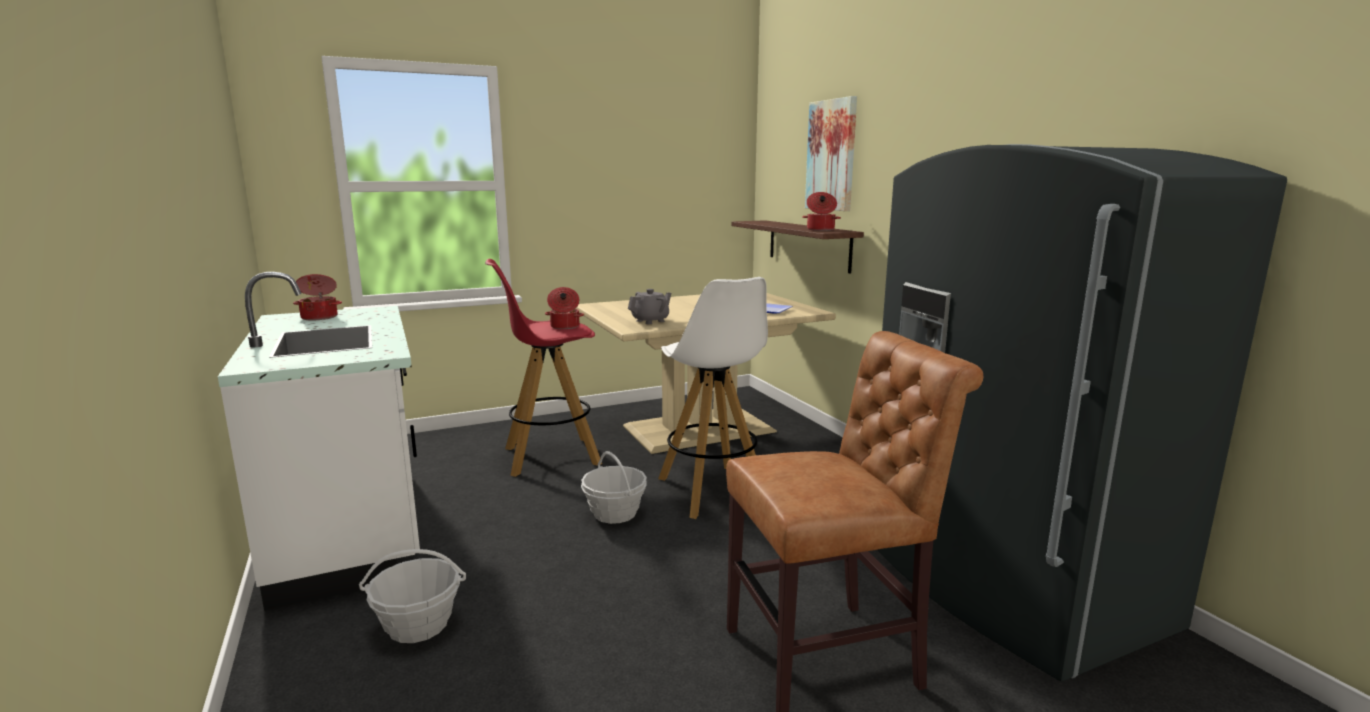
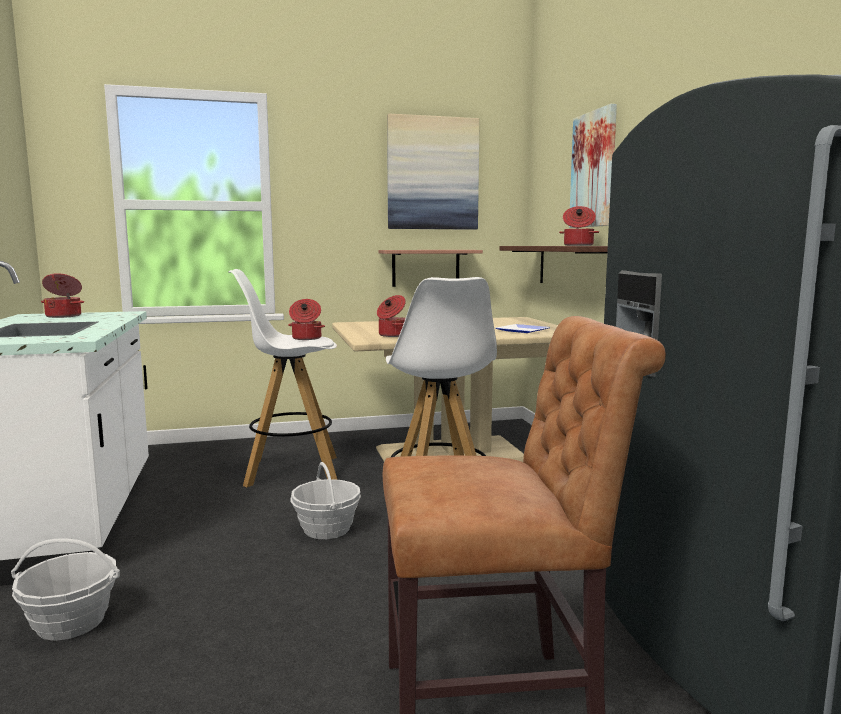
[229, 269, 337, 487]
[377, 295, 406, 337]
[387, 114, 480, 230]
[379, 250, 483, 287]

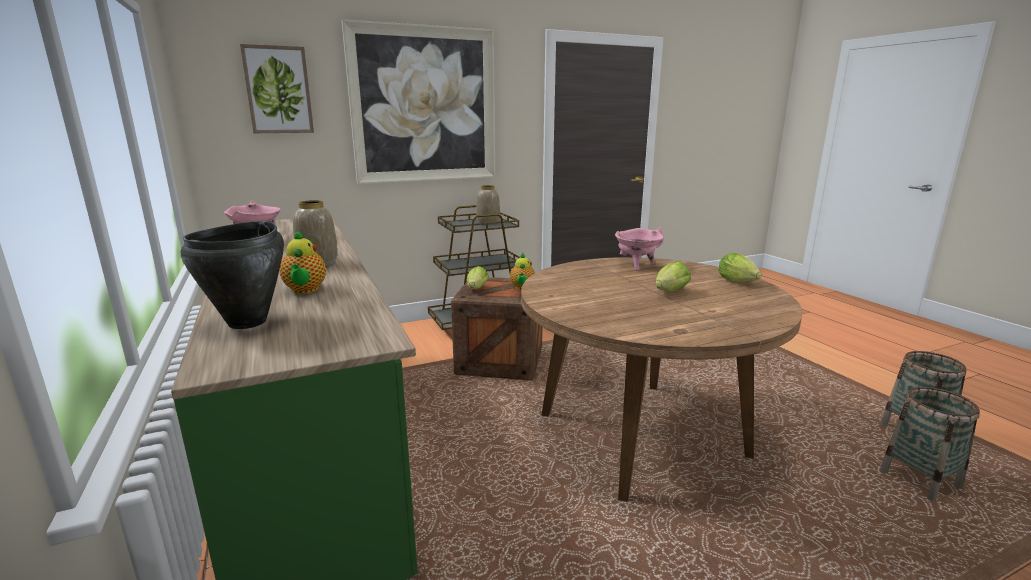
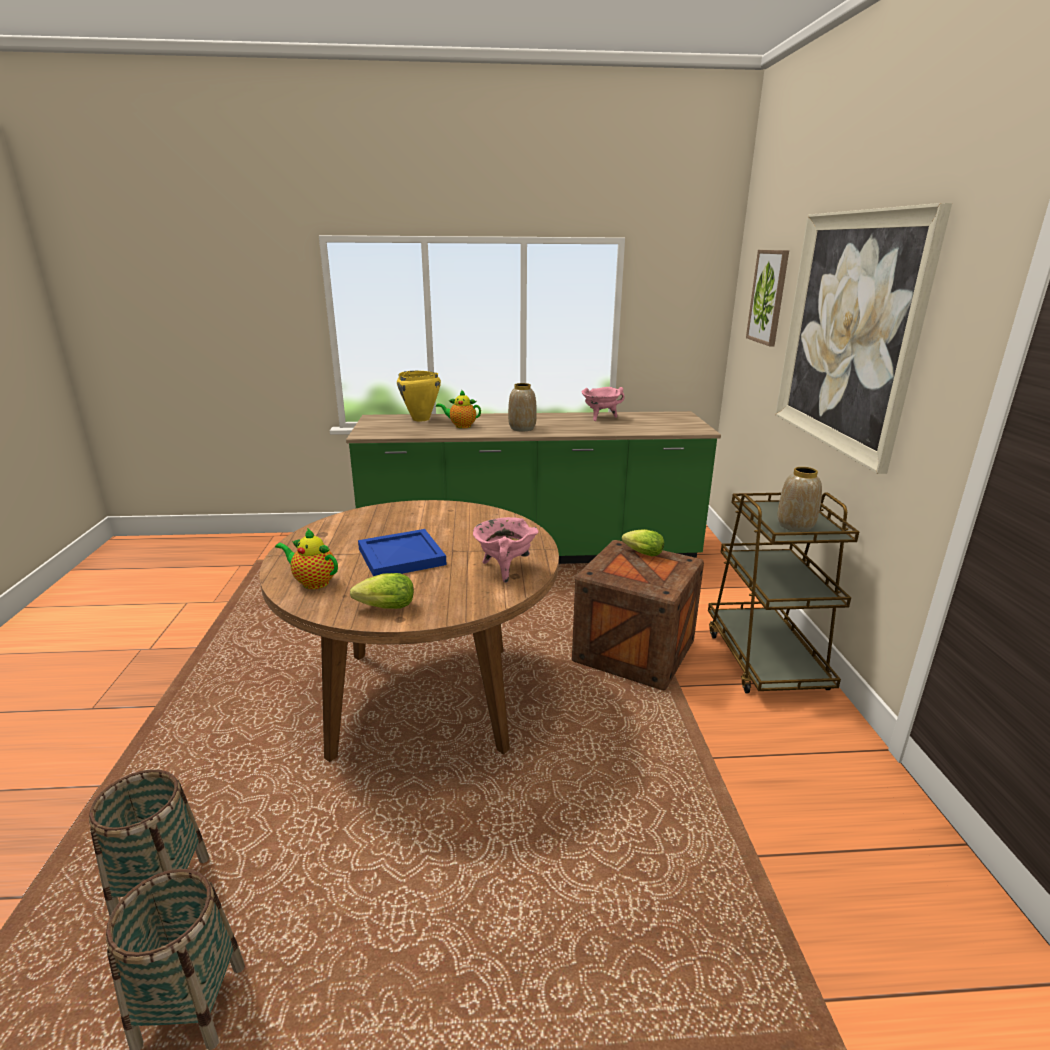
[397, 371, 441, 421]
[275, 528, 338, 589]
[358, 529, 447, 576]

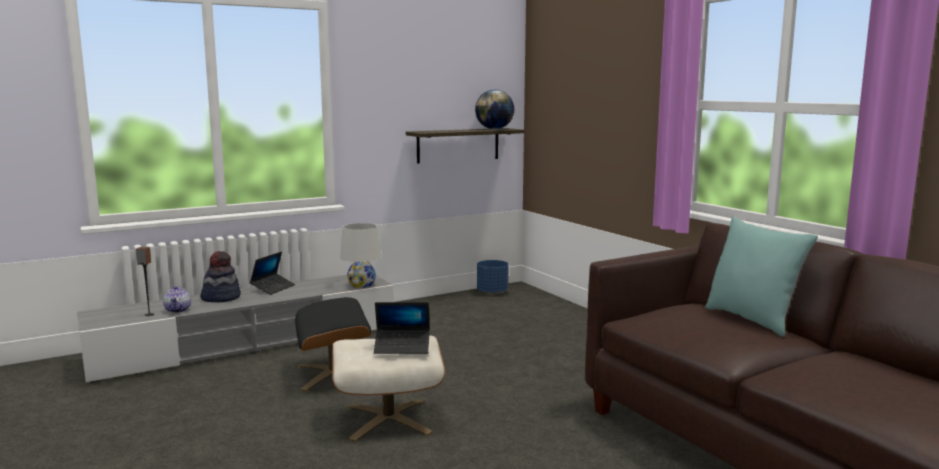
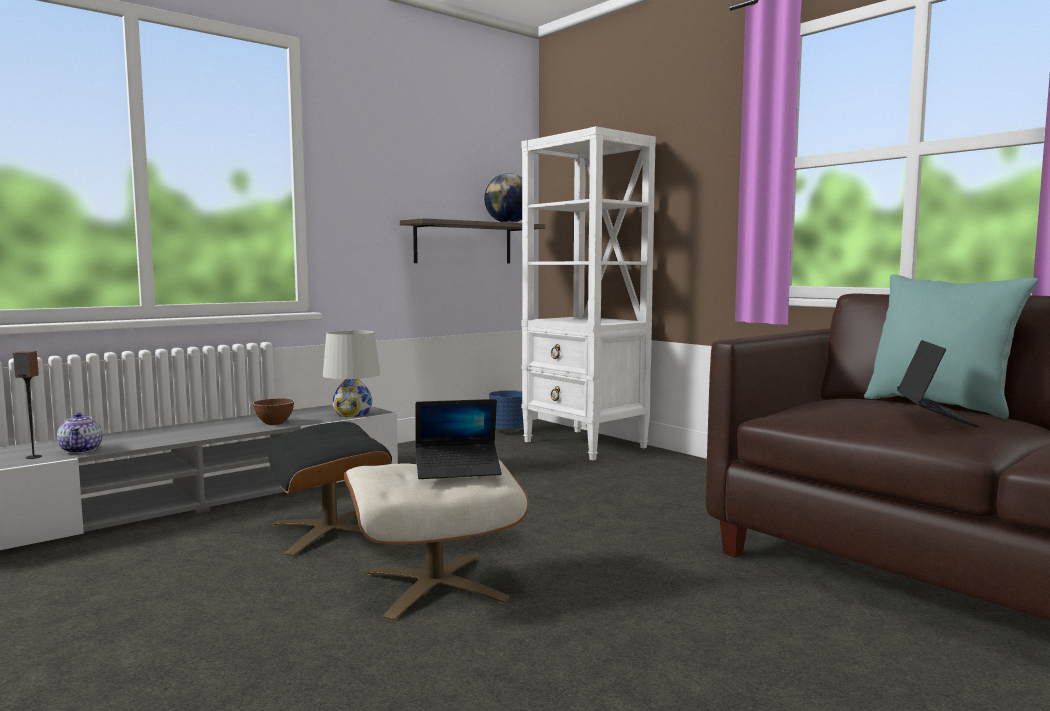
[200, 251, 241, 303] (first image)
[897, 340, 979, 427]
[522, 126, 656, 460]
[253, 398, 294, 425]

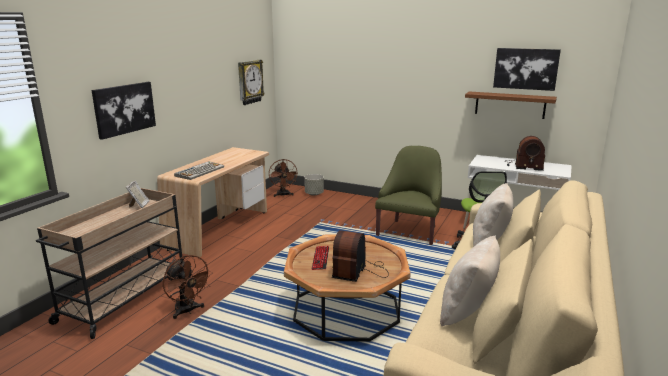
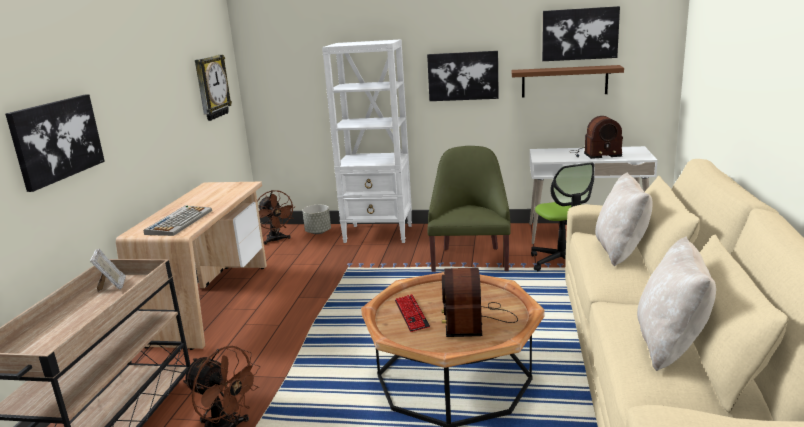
[322, 39, 412, 243]
[427, 51, 499, 101]

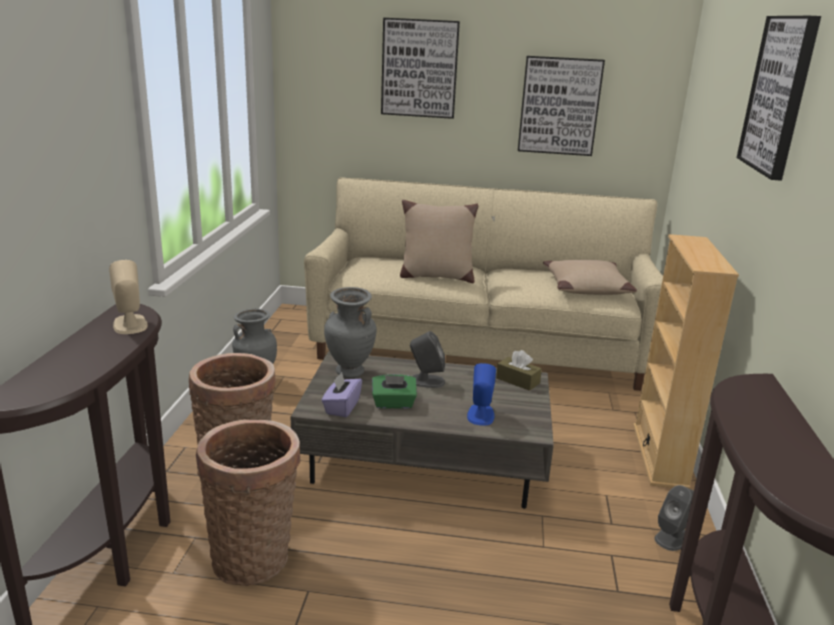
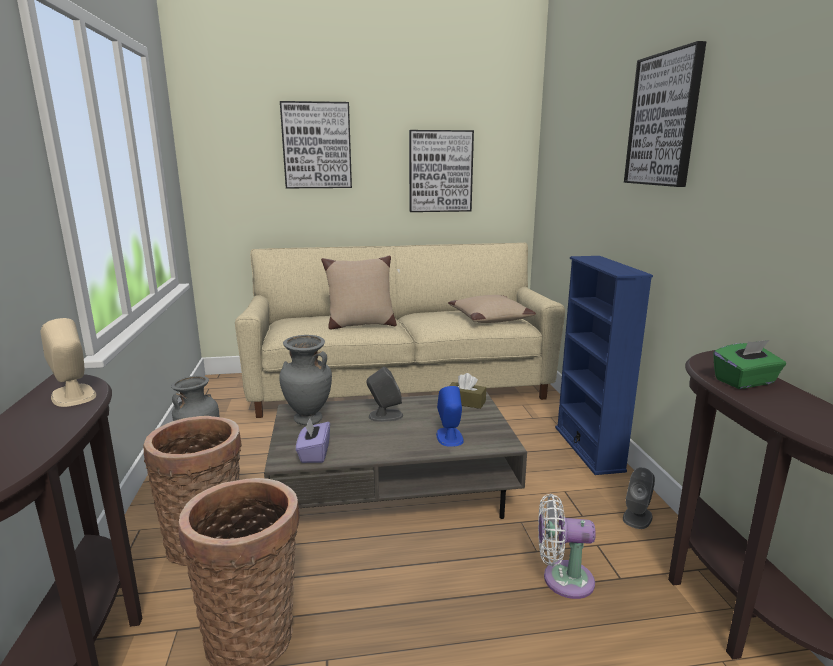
[555, 256, 653, 475]
[713, 340, 786, 389]
[538, 494, 596, 599]

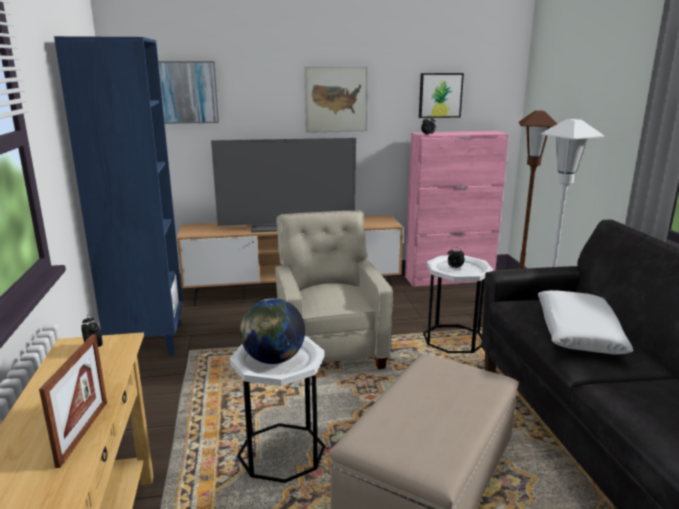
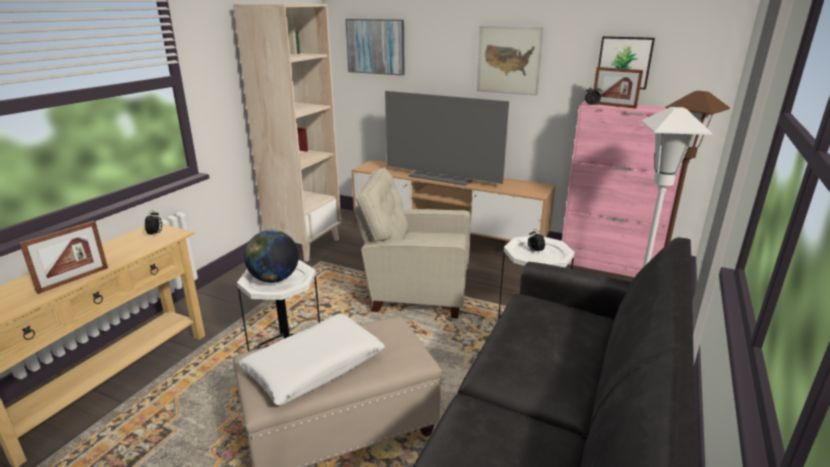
[233, 4, 341, 262]
[354, 167, 471, 318]
[239, 314, 385, 405]
[594, 67, 643, 109]

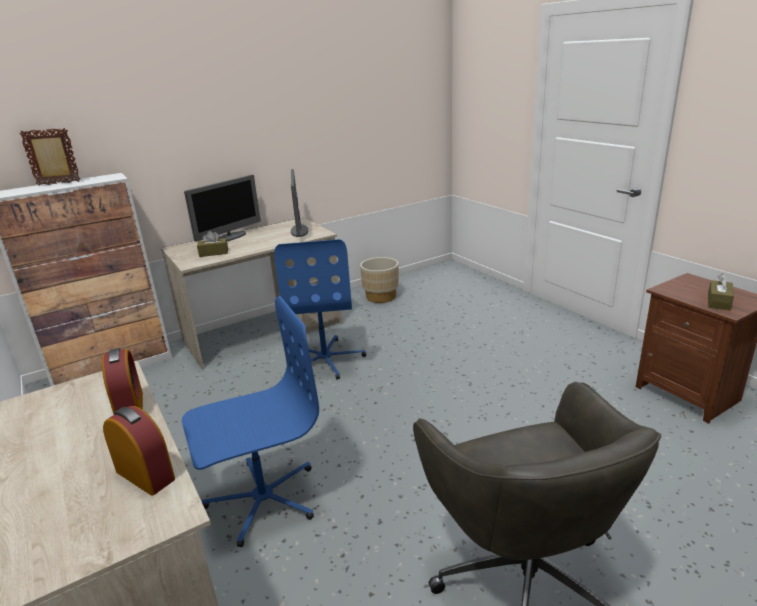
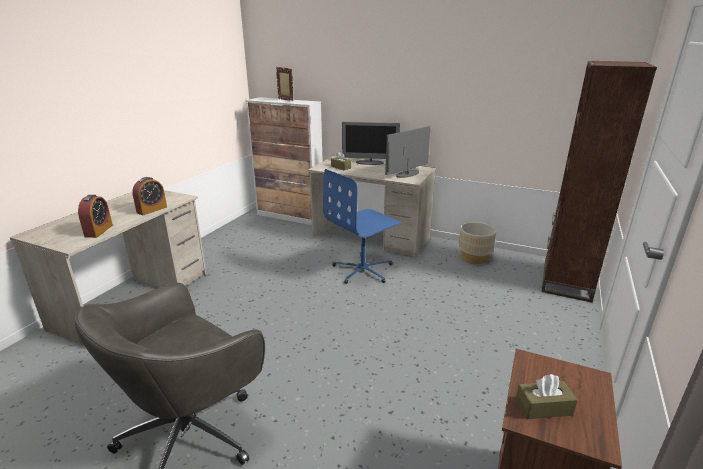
[182, 296, 319, 547] (first image)
[541, 61, 657, 302]

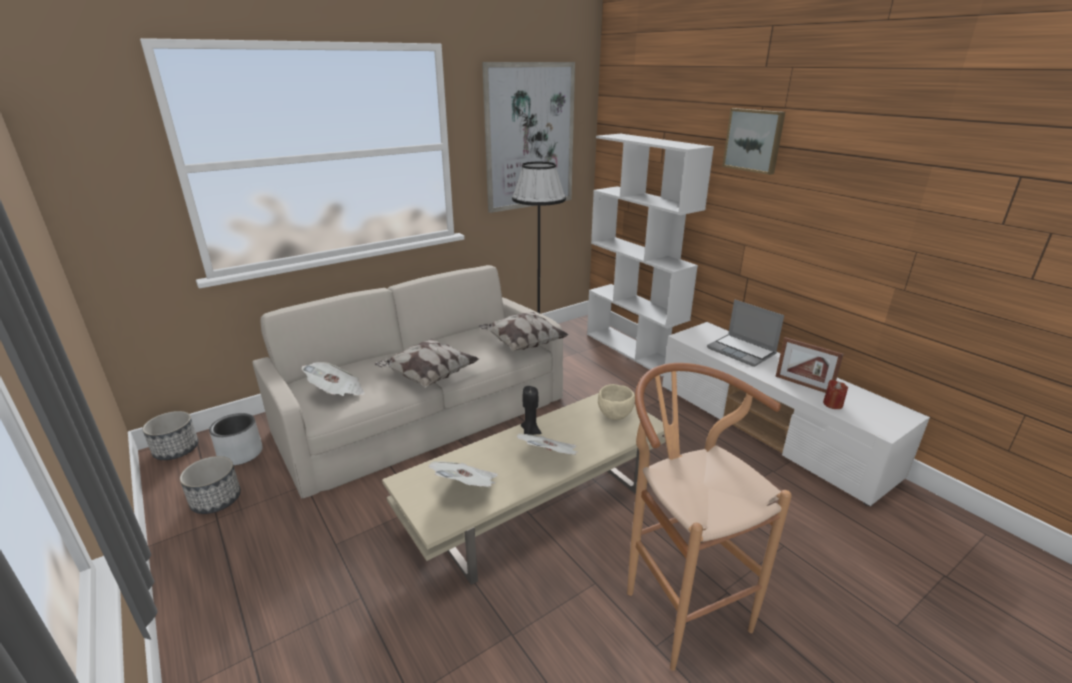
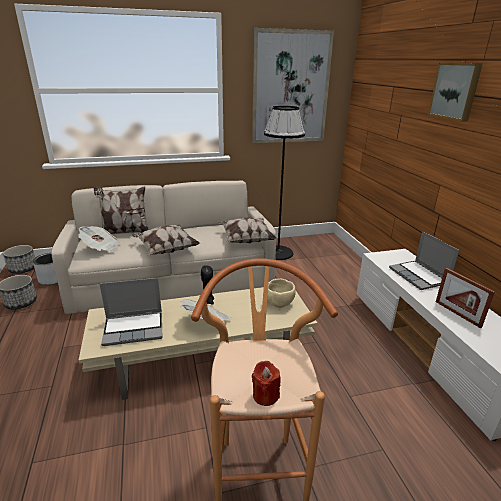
[587, 134, 714, 376] (first image)
[252, 361, 281, 406]
[100, 278, 163, 346]
[94, 186, 149, 234]

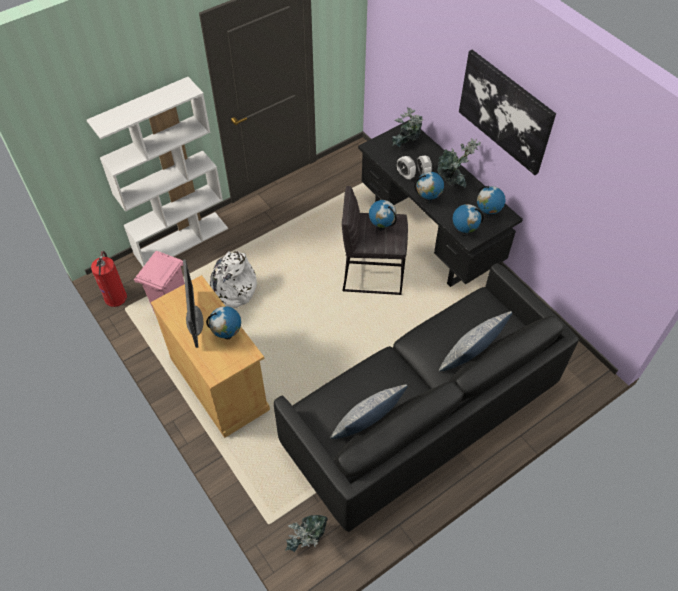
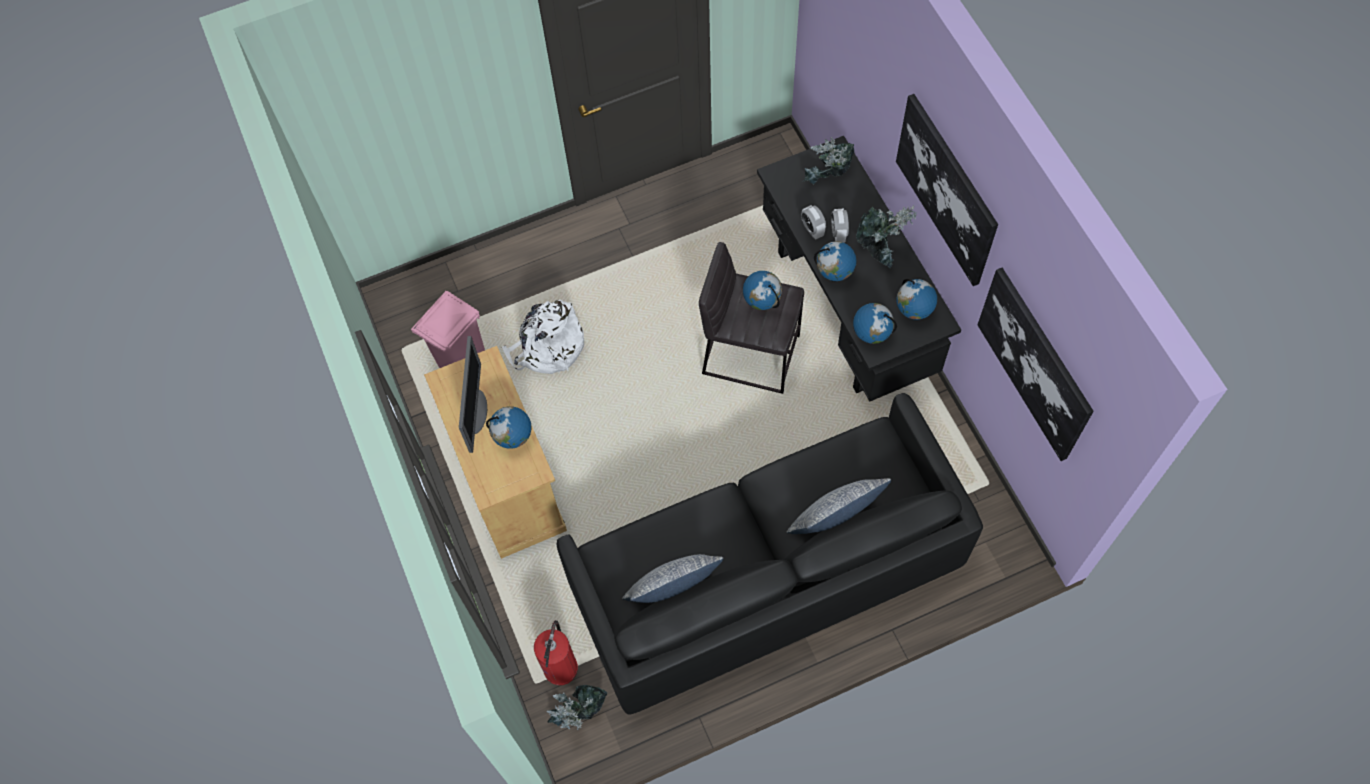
[87, 77, 228, 267] (first image)
[534, 620, 578, 685]
[977, 268, 1094, 461]

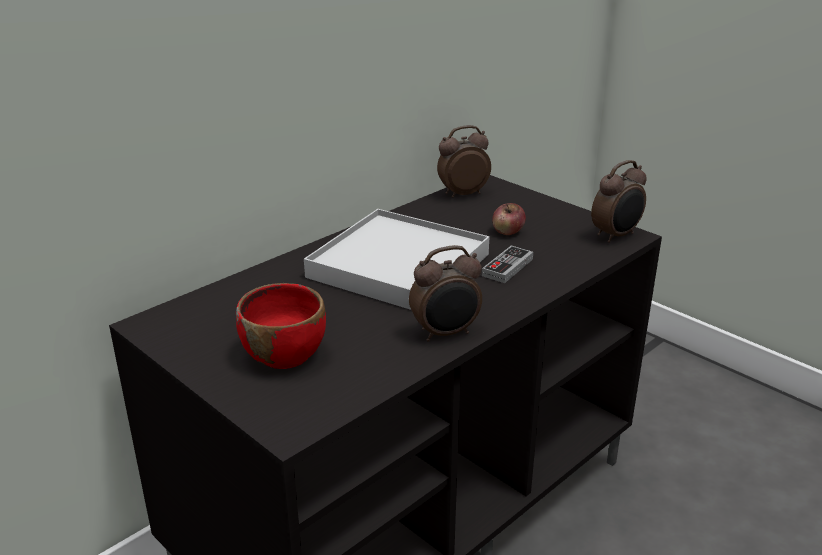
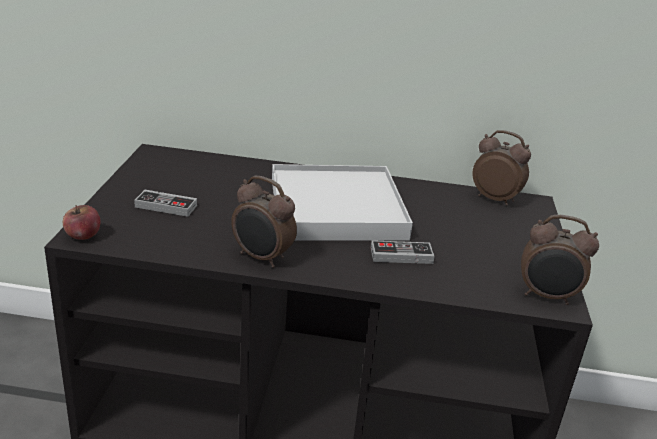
[63, 205, 100, 240]
[134, 190, 197, 217]

